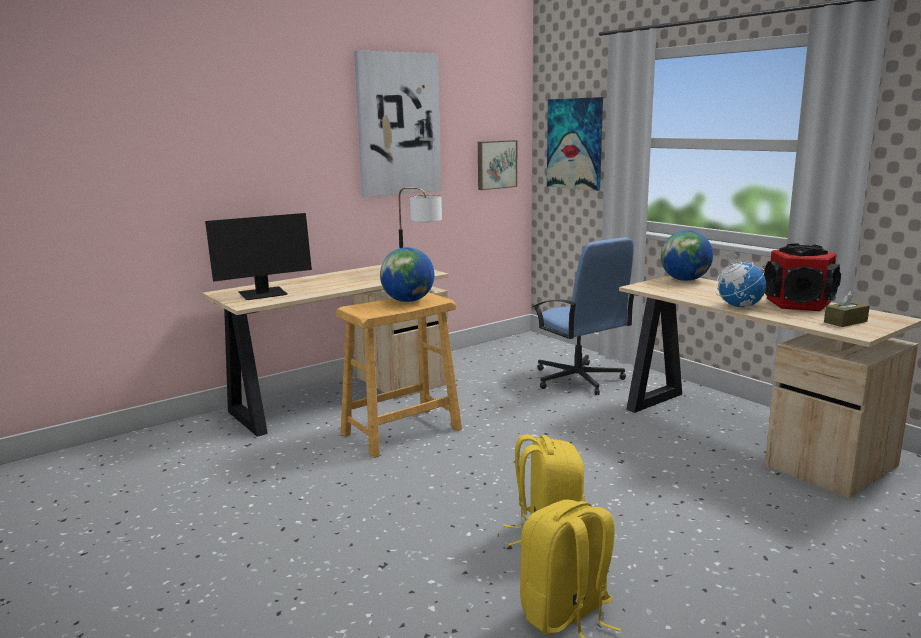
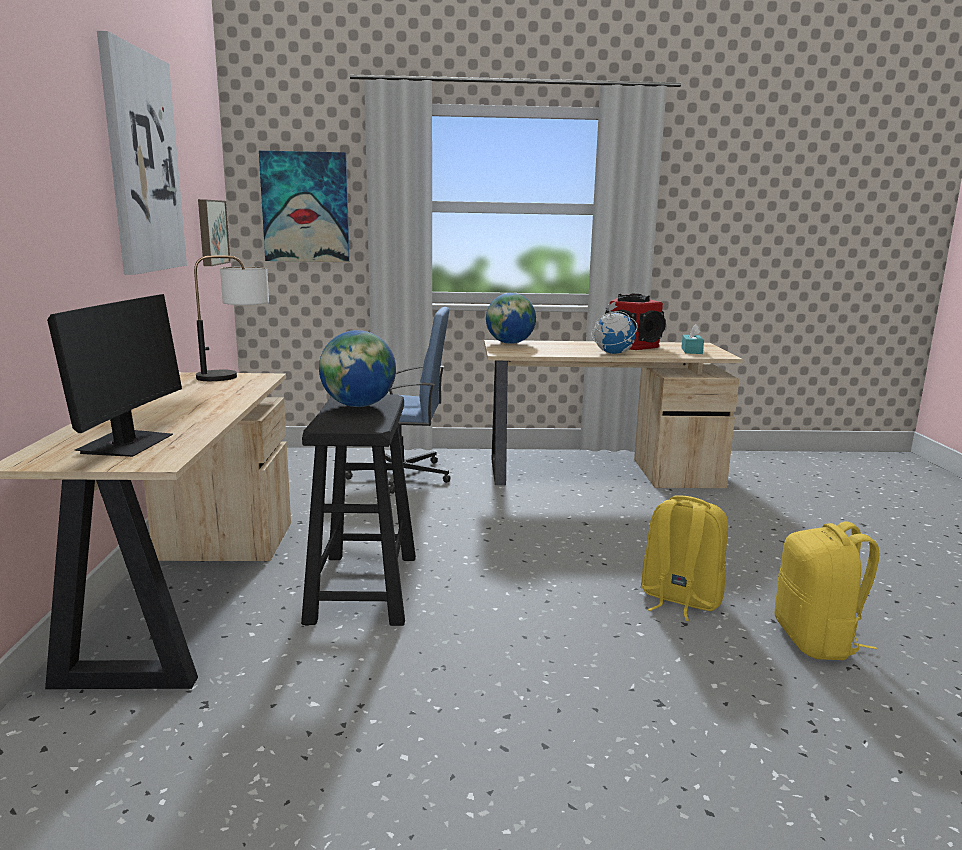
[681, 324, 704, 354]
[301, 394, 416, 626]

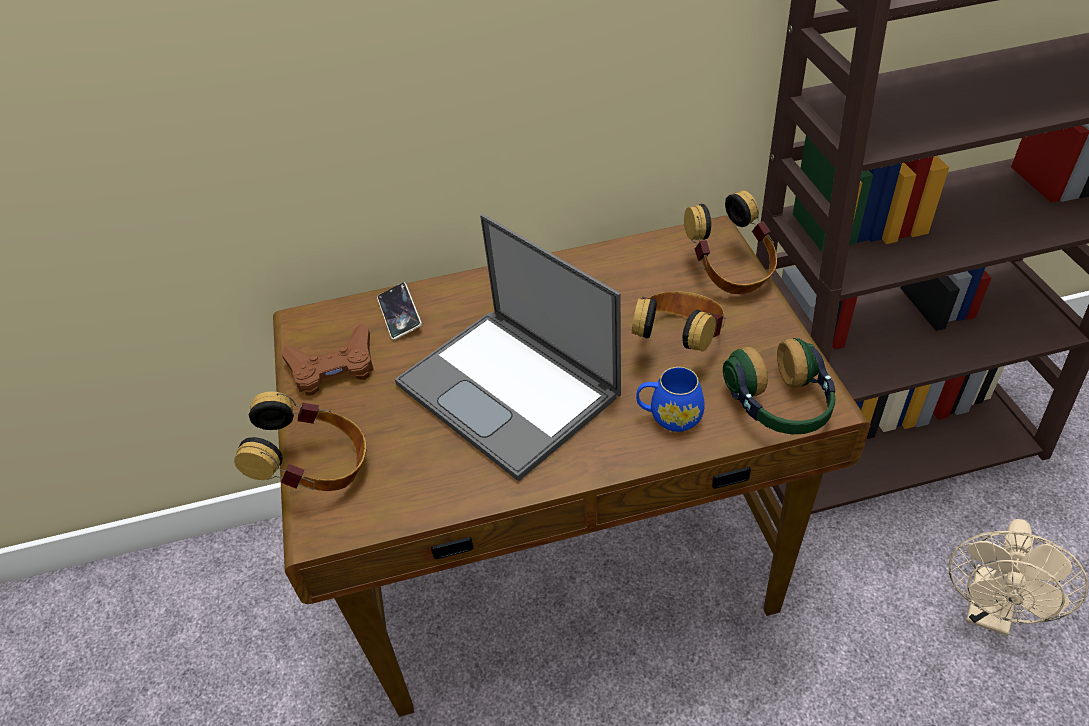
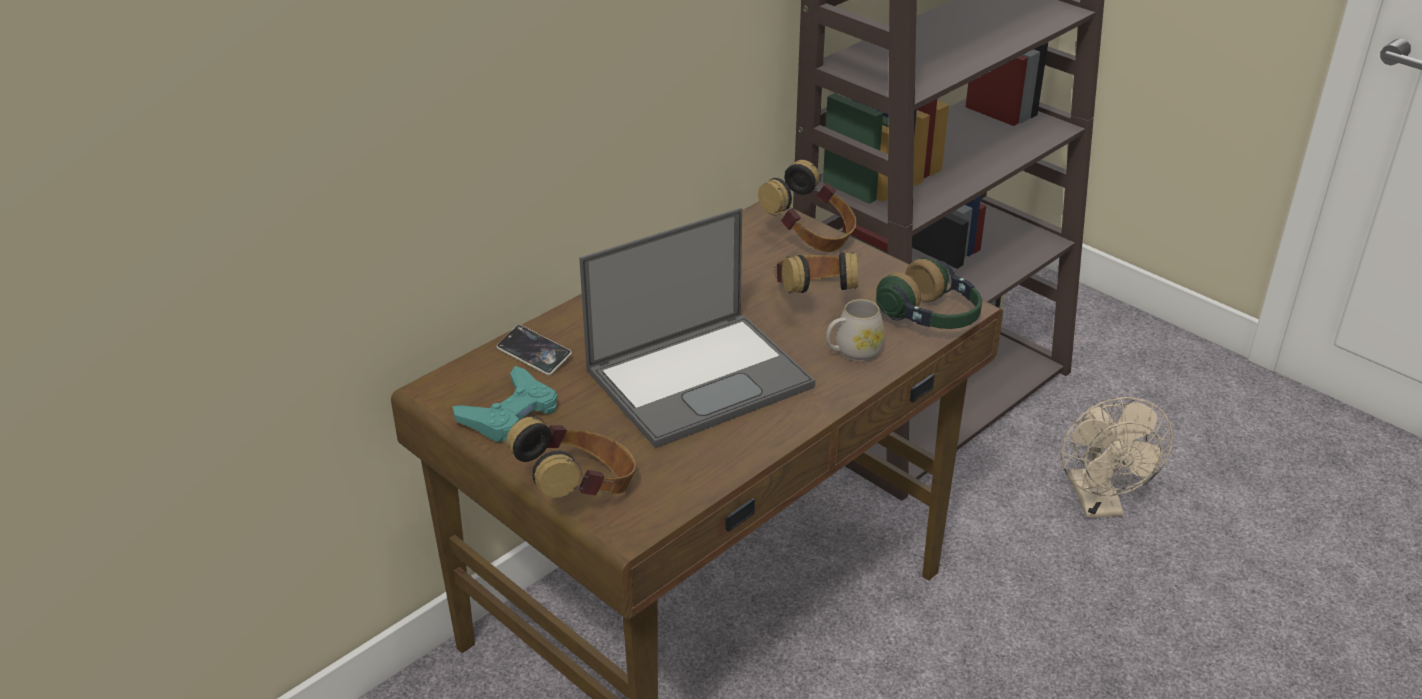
[579, 208, 815, 448]
[452, 366, 557, 443]
[826, 299, 885, 361]

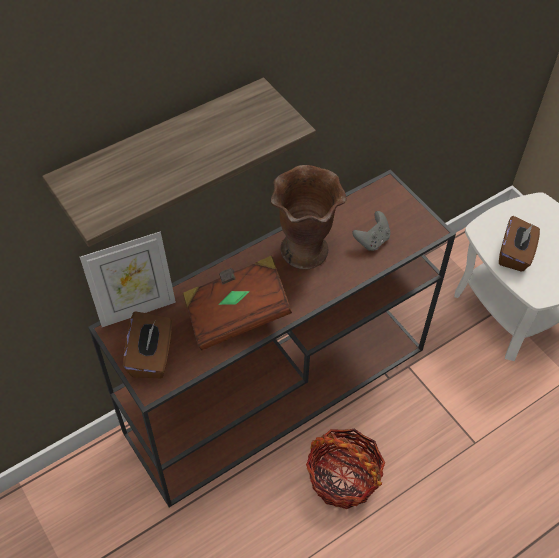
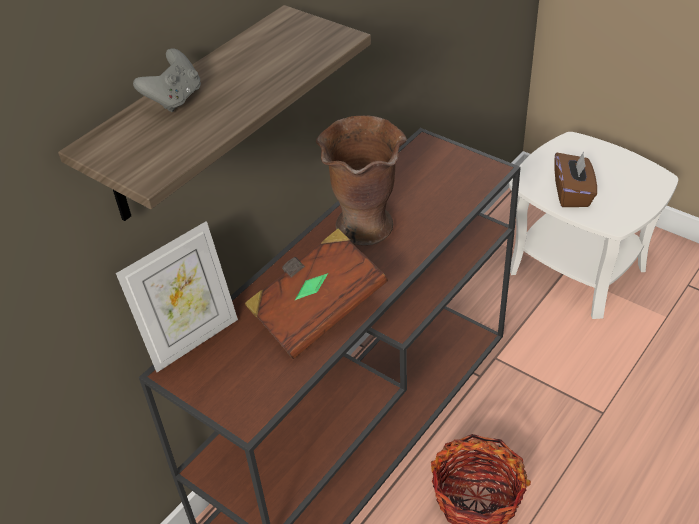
[133, 49, 201, 112]
[123, 311, 172, 378] (first image)

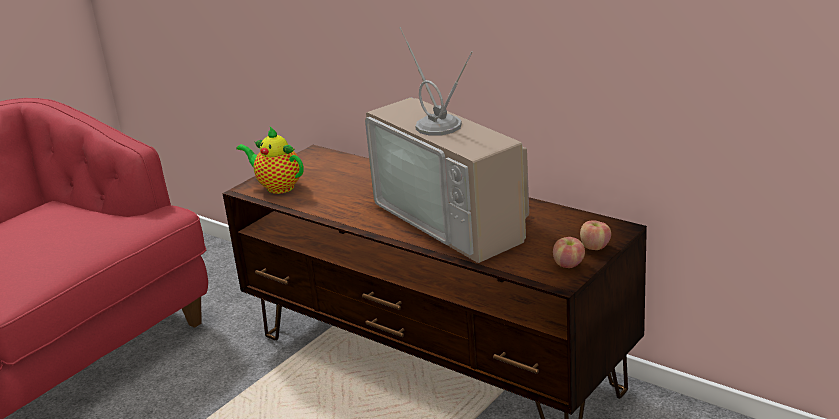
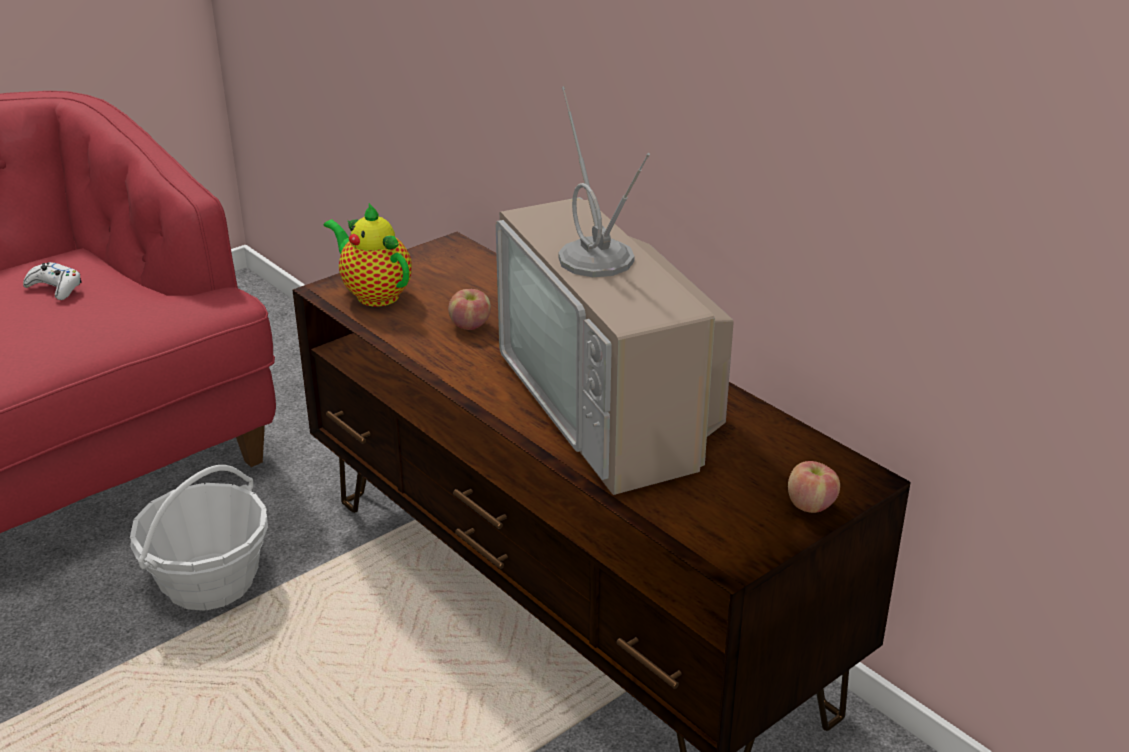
[448, 289, 491, 330]
[23, 262, 82, 300]
[130, 465, 268, 611]

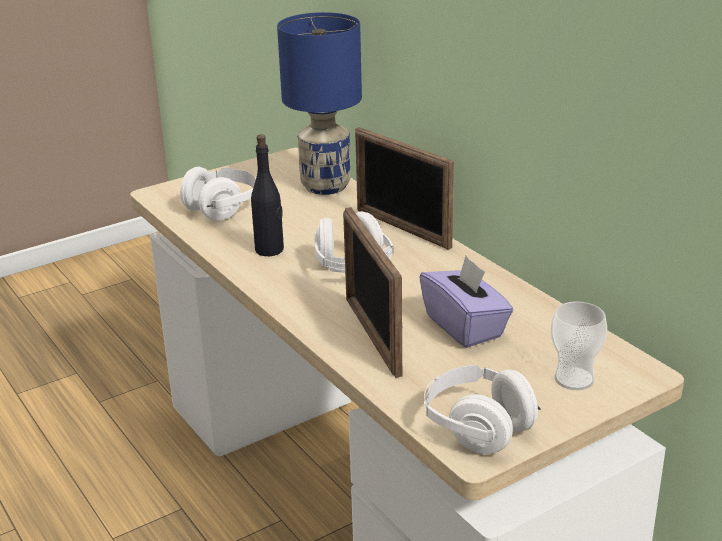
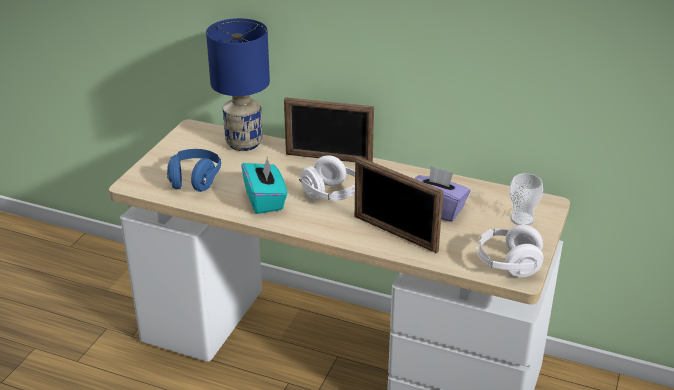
[241, 156, 287, 214]
[167, 149, 221, 192]

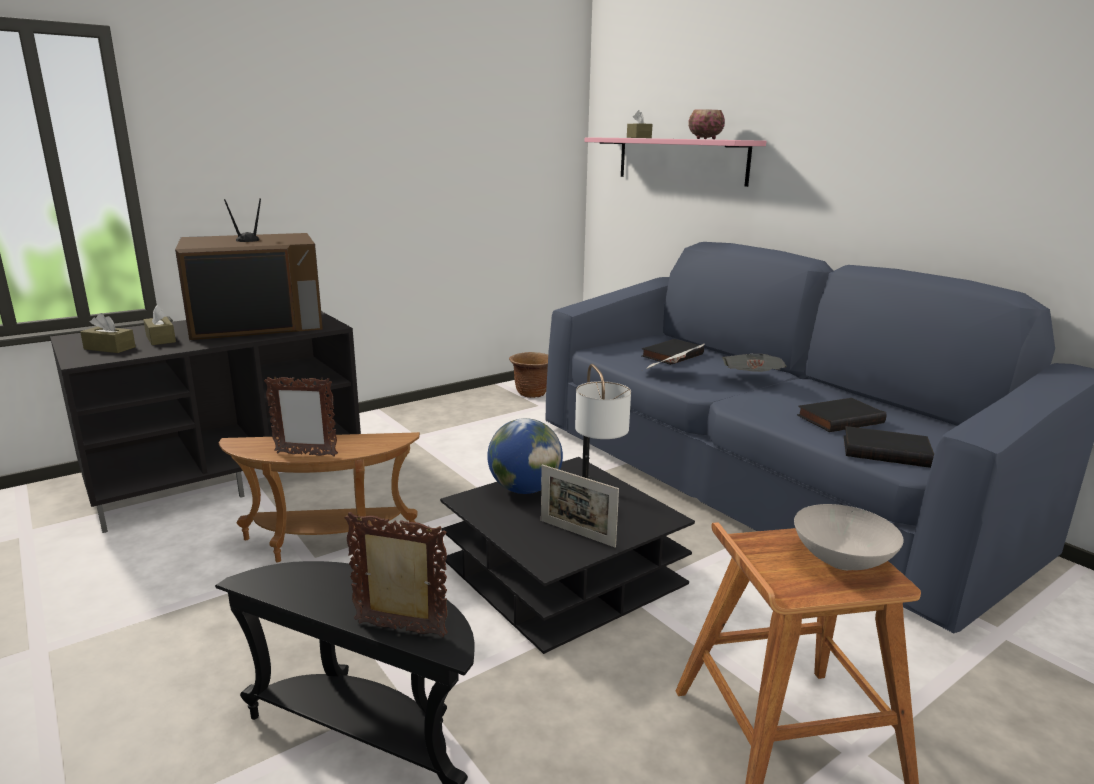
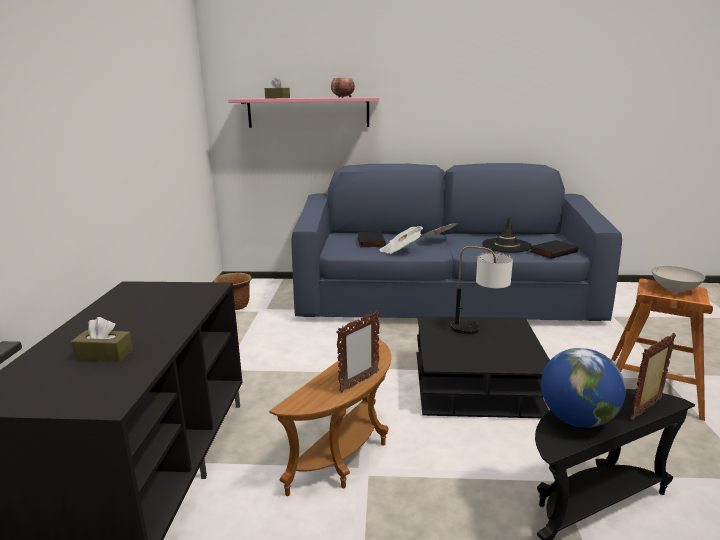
[175, 198, 323, 340] (first image)
[80, 313, 136, 353] (first image)
[482, 217, 532, 253]
[541, 348, 626, 428]
[541, 464, 619, 547] (first image)

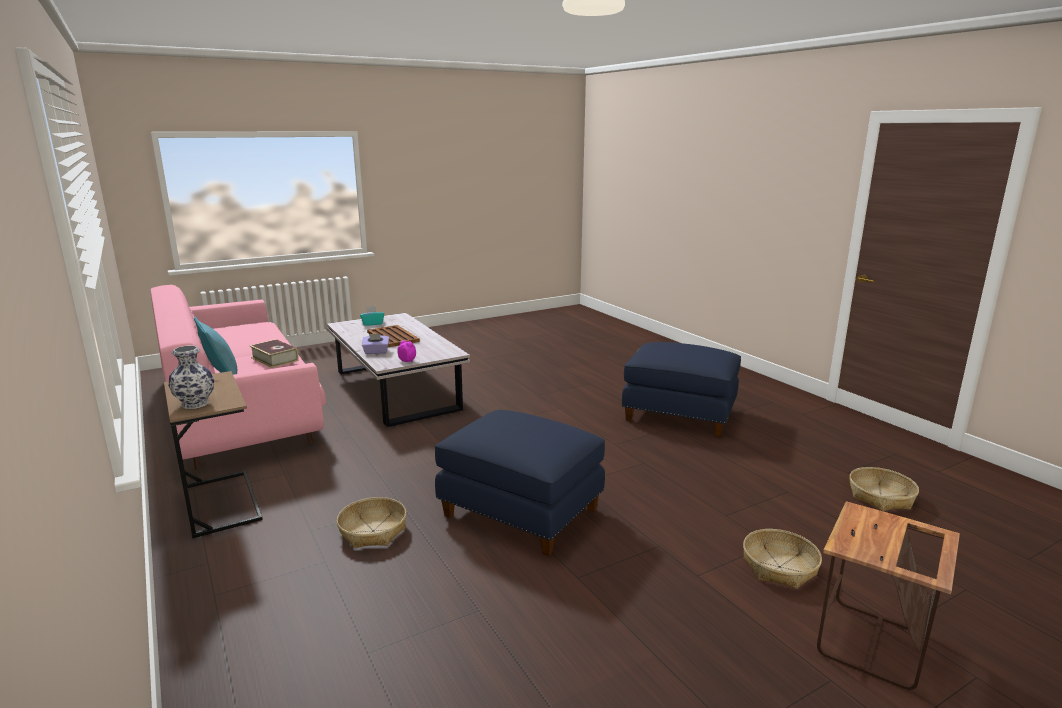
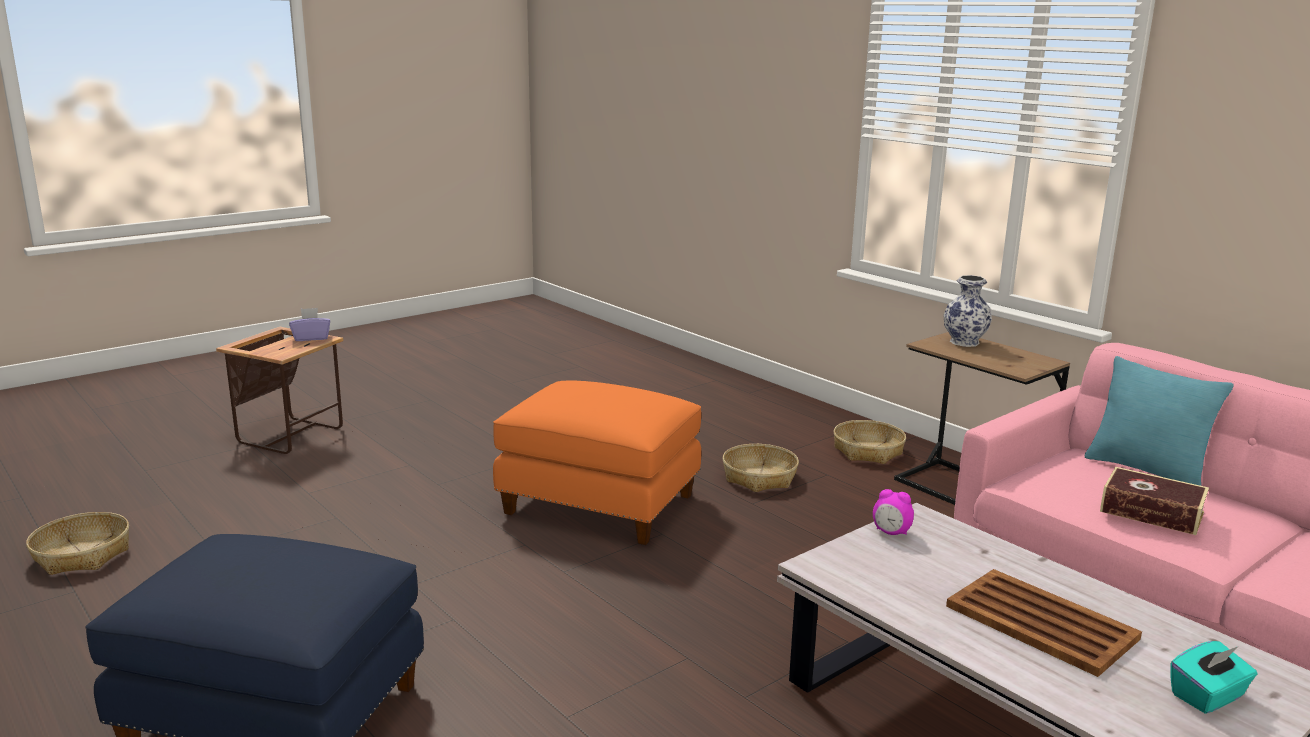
[289, 308, 330, 341]
[493, 381, 701, 545]
[834, 420, 906, 464]

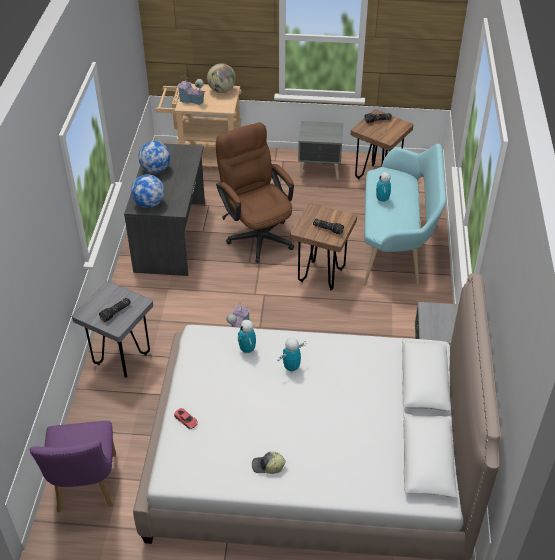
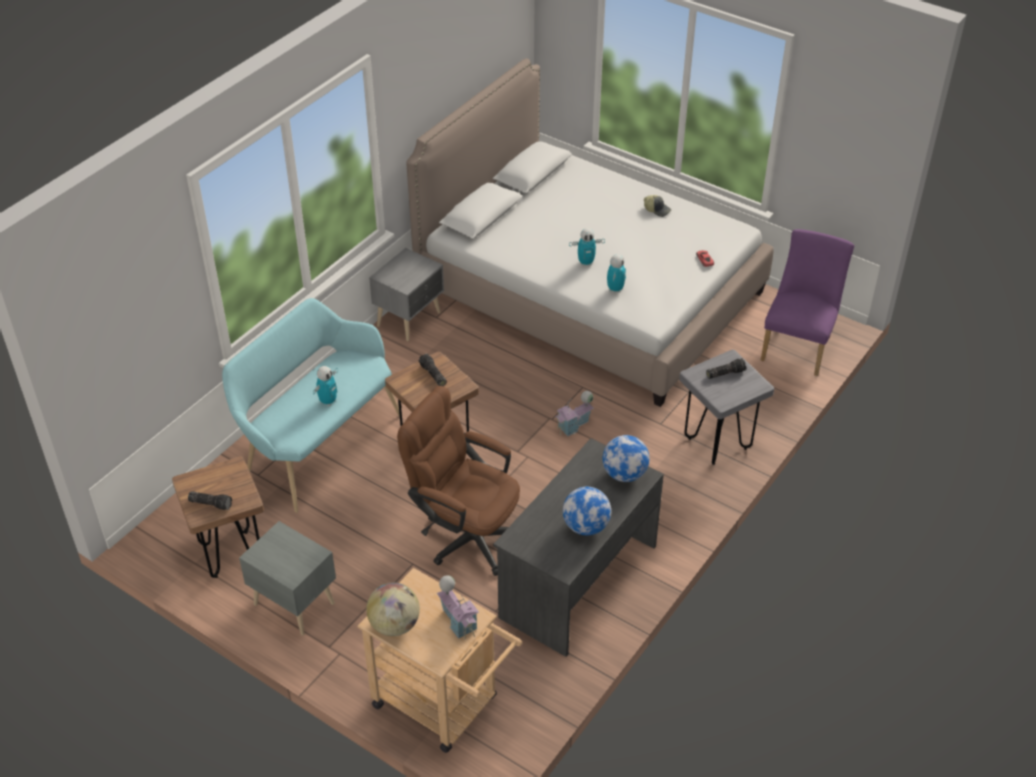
[397, 386, 520, 576]

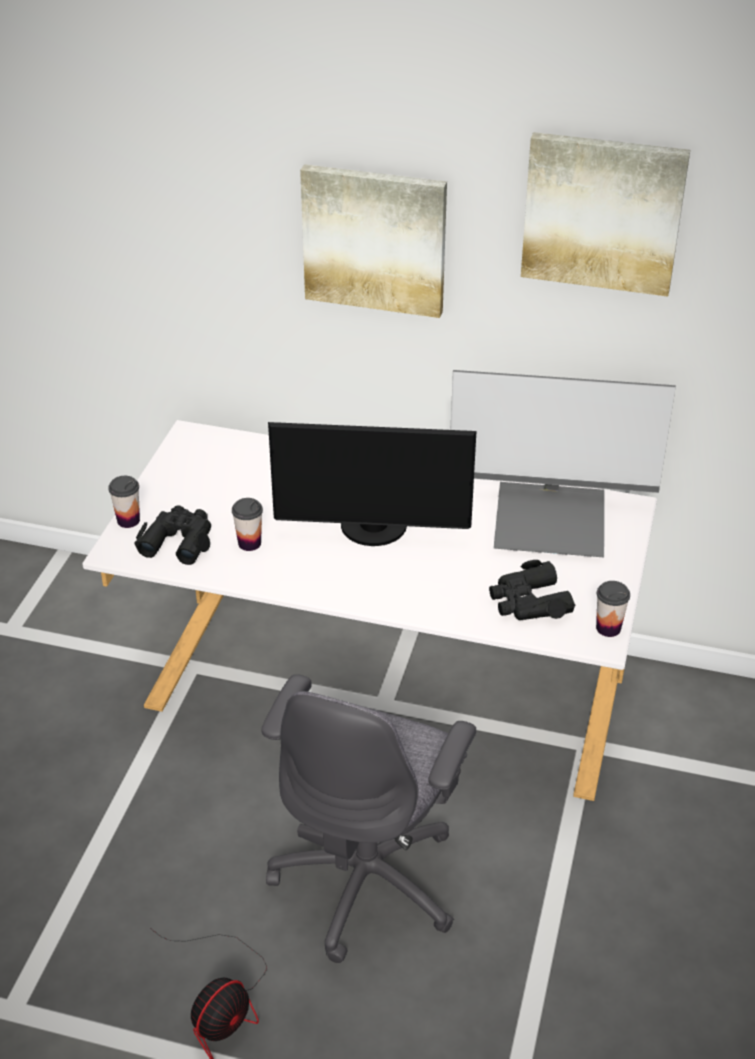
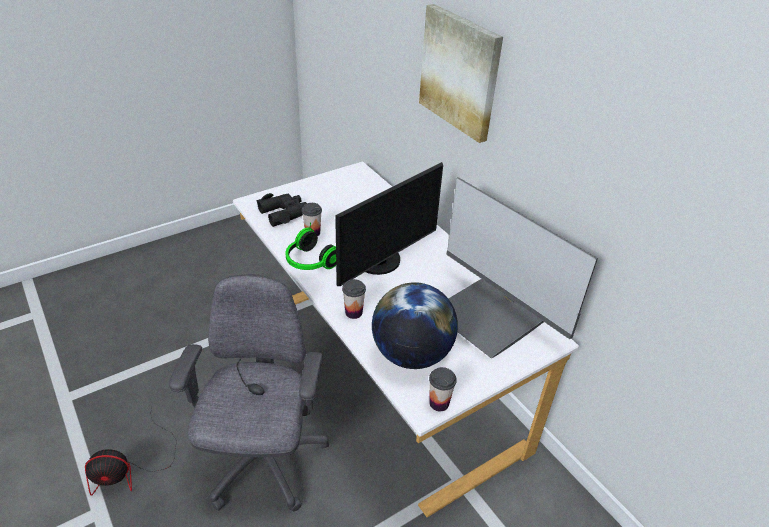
[521, 132, 690, 297] (first image)
[335, 162, 443, 286]
[342, 279, 366, 319]
[372, 282, 458, 369]
[169, 274, 329, 511]
[285, 223, 336, 270]

